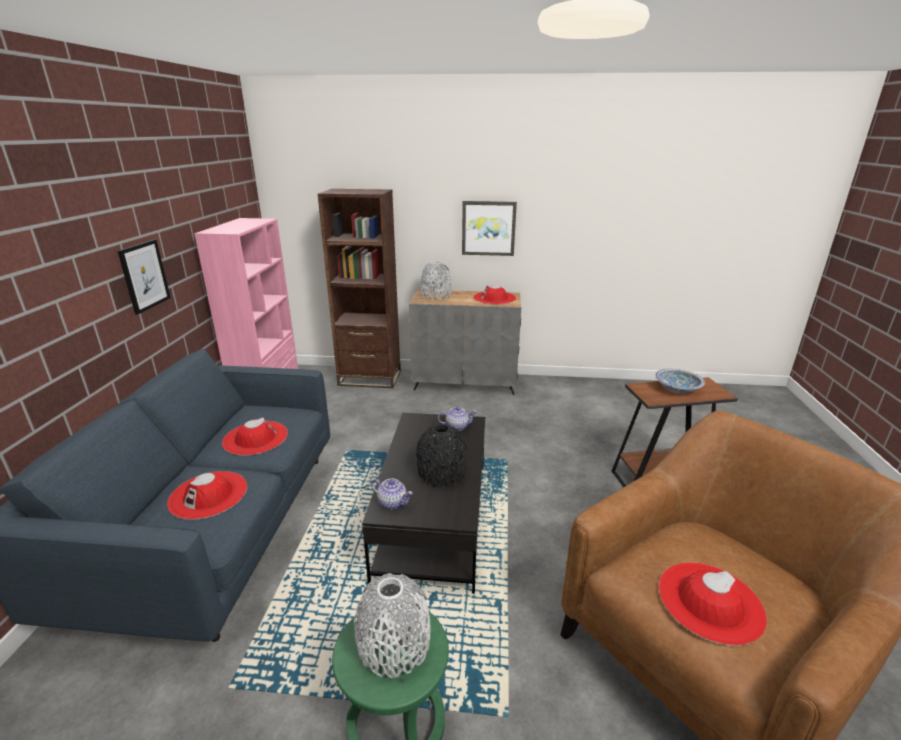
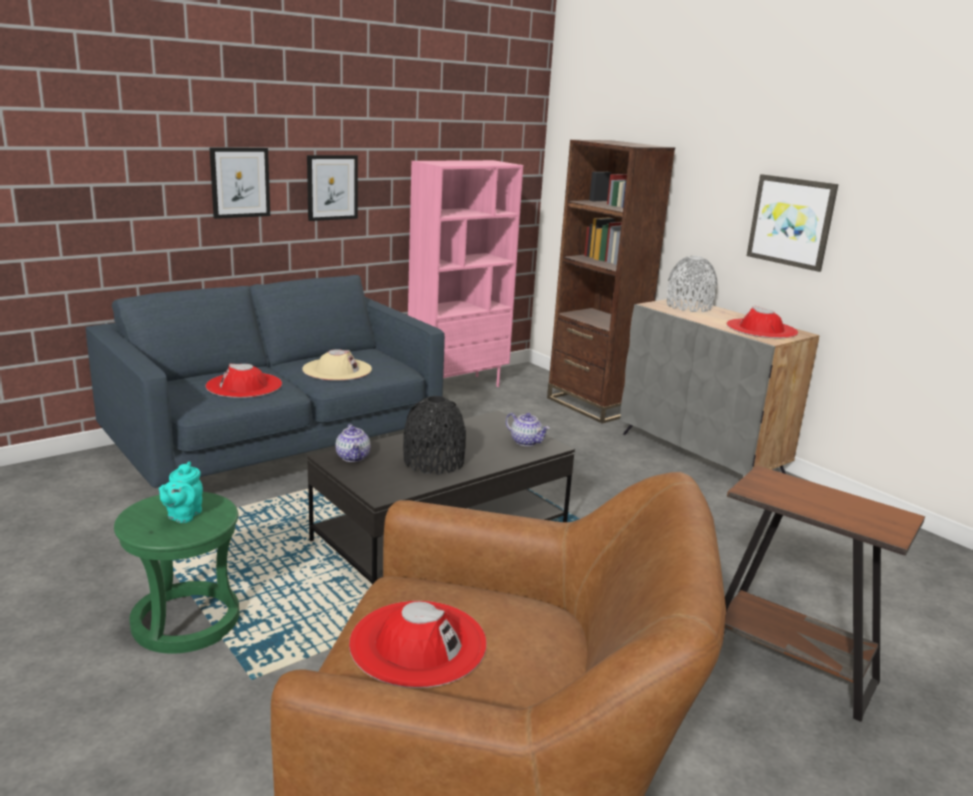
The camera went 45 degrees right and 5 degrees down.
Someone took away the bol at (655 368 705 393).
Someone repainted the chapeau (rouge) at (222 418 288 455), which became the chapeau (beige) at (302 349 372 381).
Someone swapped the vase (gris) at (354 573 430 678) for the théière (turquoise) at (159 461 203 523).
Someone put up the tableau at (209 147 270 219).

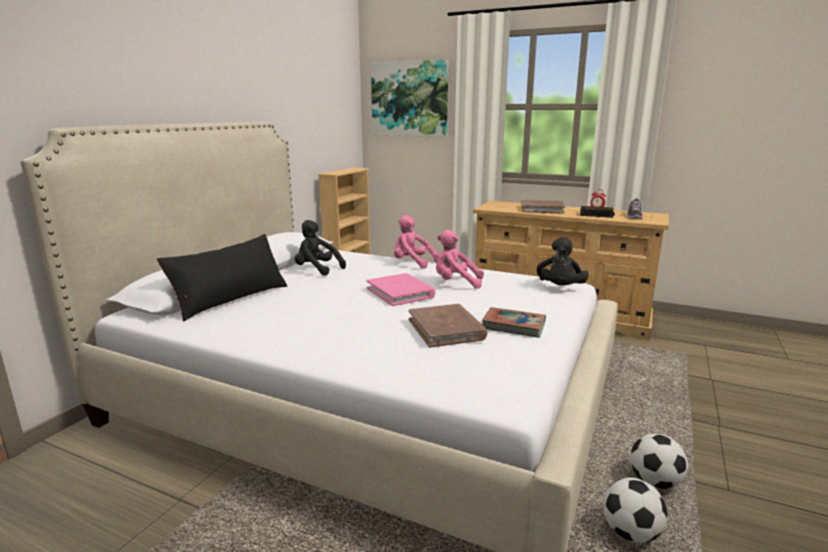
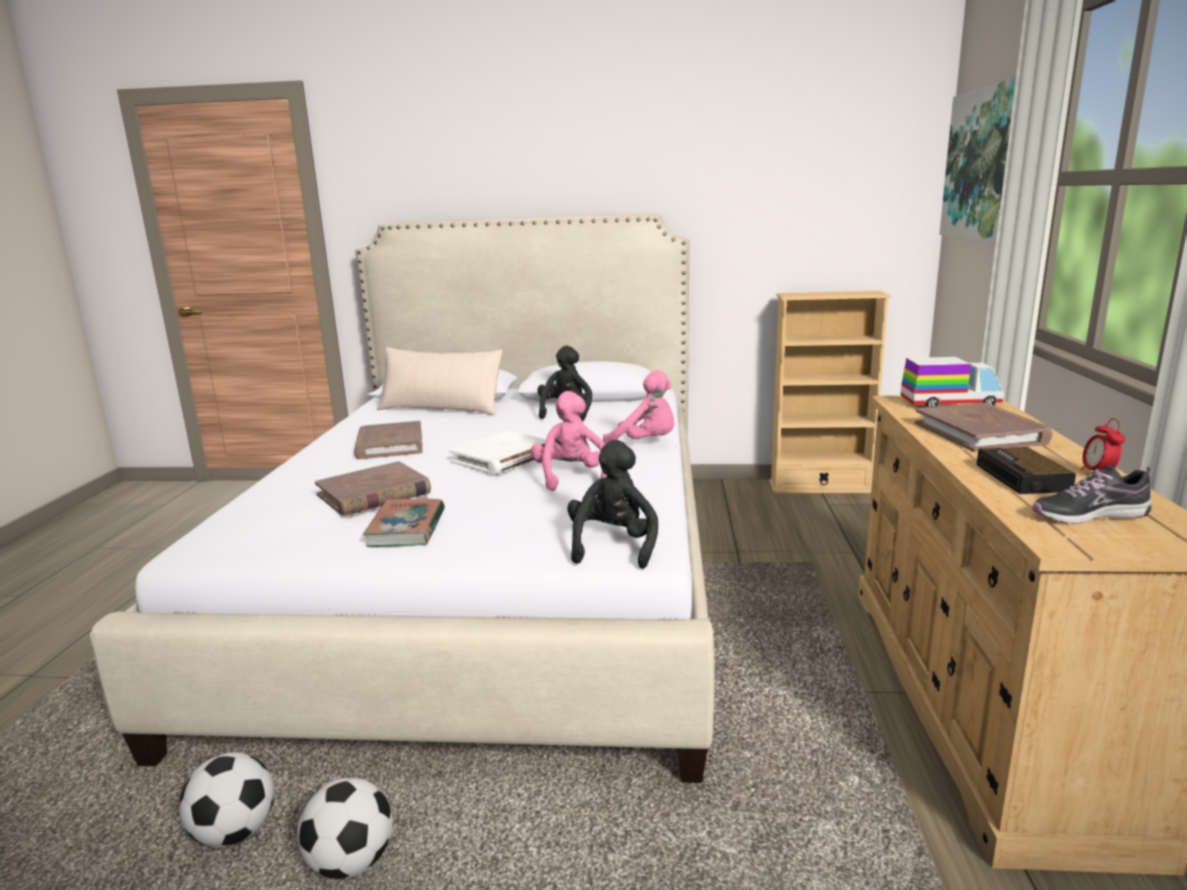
The camera went 70 degrees right and 0 degrees up.
Someone rotated the peluche (rose) at (394 215 439 269) by 105 degrees clockwise.
Someone repainted the coussin (noir) at (157 234 287 321), which became the coussin (beige) at (377 347 503 415).
Someone rotated the peluche (noir) at (537 237 589 285) by 105 degrees clockwise.
Someone repainted the livre (rose) at (367 273 436 306), which became the livre (blanc) at (450 431 546 475).
Someone put down the camion jouet at (900 357 1004 407).
Someone put down the livre (marron) at (354 421 422 459).

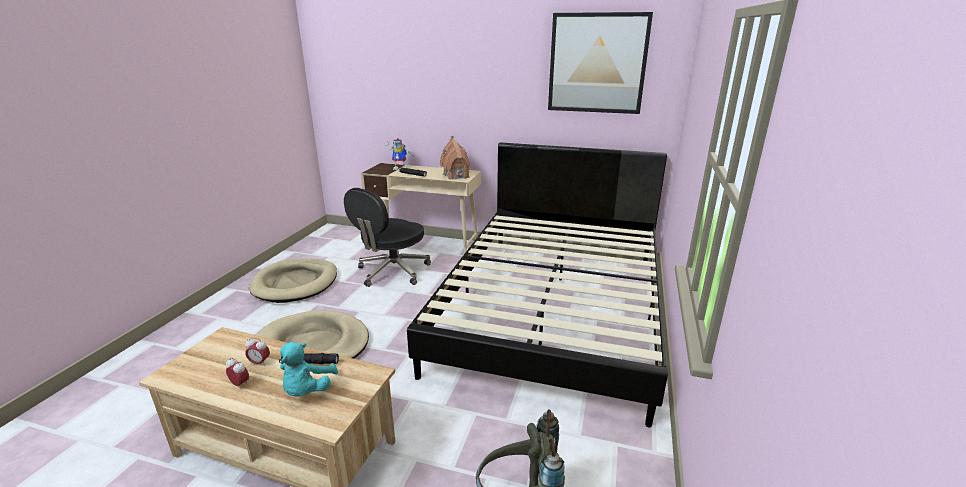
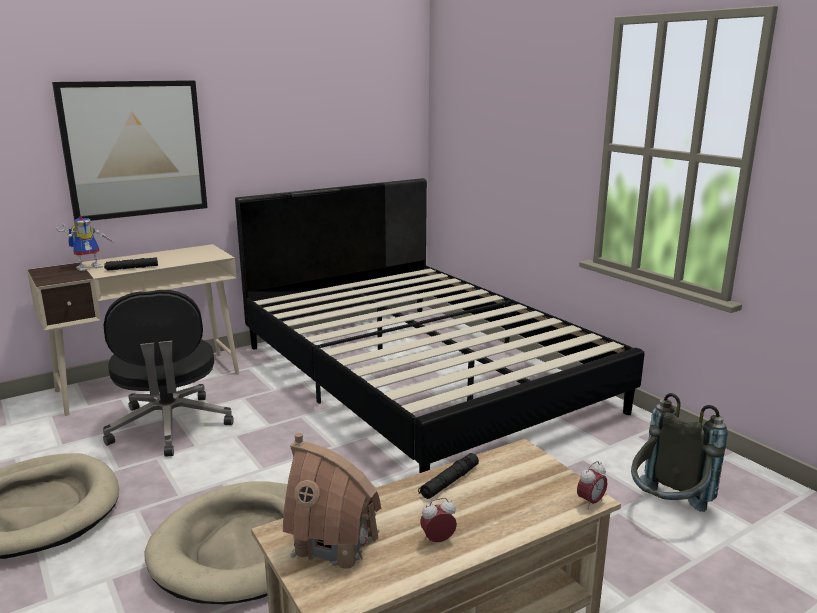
The camera went 50 degrees left and 5 degrees down.
Someone carried the tableau from (548 12 653 114) to (52 80 208 221).
Someone carried the maison miniature from (440 136 470 180) to (283 433 381 570).
Someone carried the réveil from (245 338 270 366) to (577 461 607 509).
Someone took away the peluche (turquoise) at (280 342 338 396).

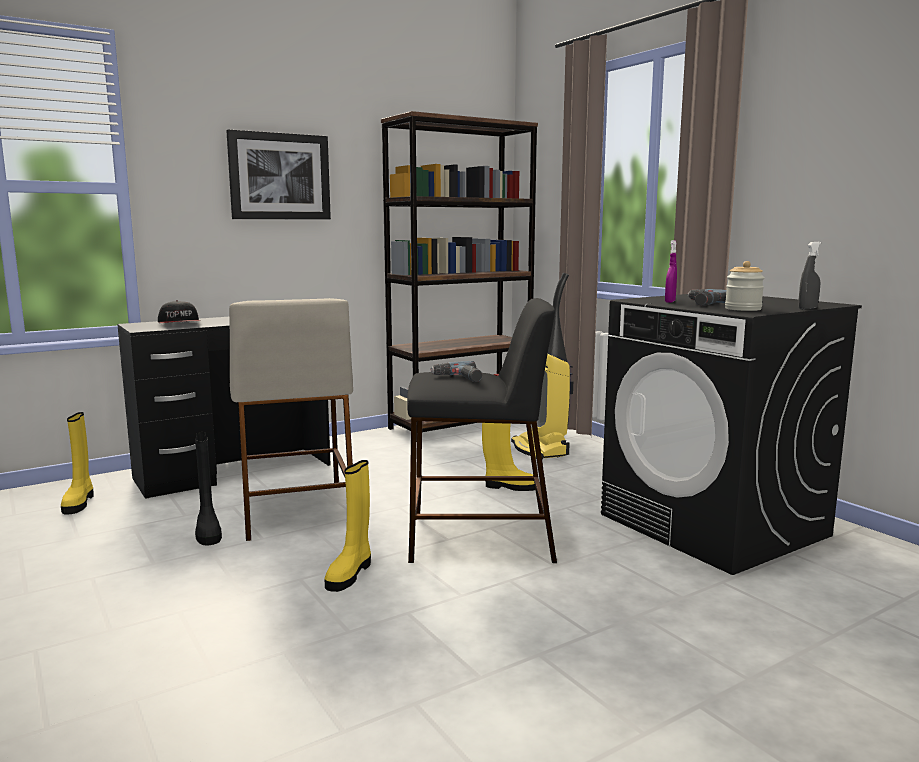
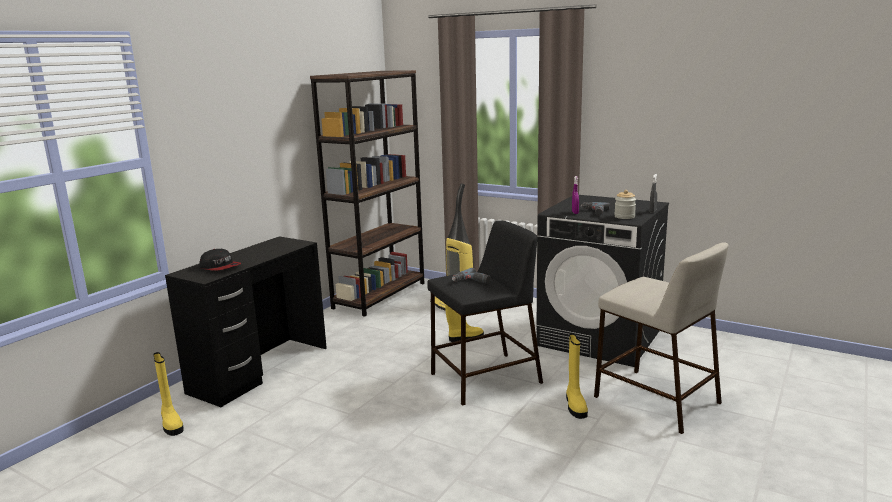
The camera went 25 degrees left and 5 degrees up.
Someone took away the tableau at (226 129 331 219).
Someone carried the tabouret (beige) from (229 298 353 541) to (594 242 729 434).
Someone took away the botte (noir) at (195 432 222 546).
Someone carried the botte (jaune) from (325 460 371 592) to (566 333 588 419).

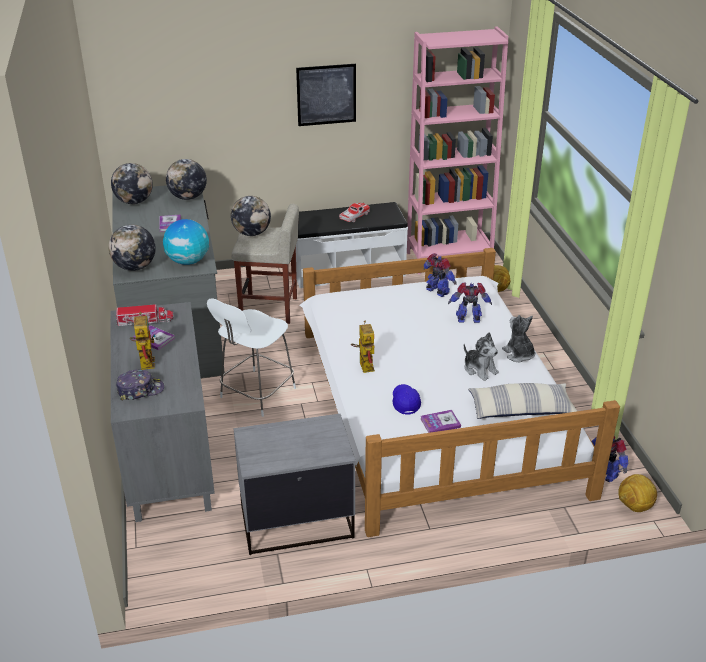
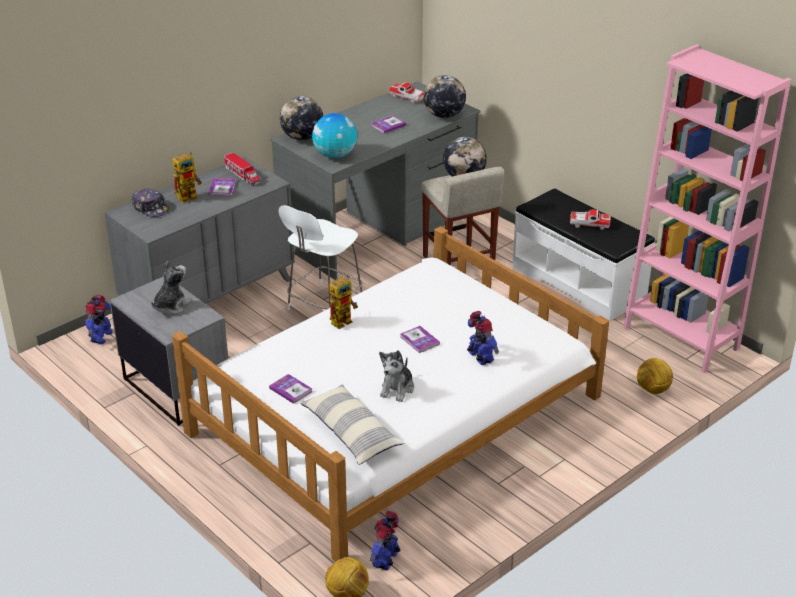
The camera went 60 degrees right and 0 degrees up.
Someone took away the tableau at (296 64 356 126).
Someone swapped the globe at (111 163 153 204) for the petite voiture at (389 82 424 103).
Someone carried the robot jouet from (424 253 456 297) to (85 295 113 344).
Someone rotated the chaise (blanc) at (207 298 296 417) by 60 degrees counterclockwise.
Someone carried the peluche from (502 315 535 362) to (152 261 191 315).
Someone took away the casquette (bleu) at (393 384 421 415).
Someone put down the livre at (400 326 440 353).

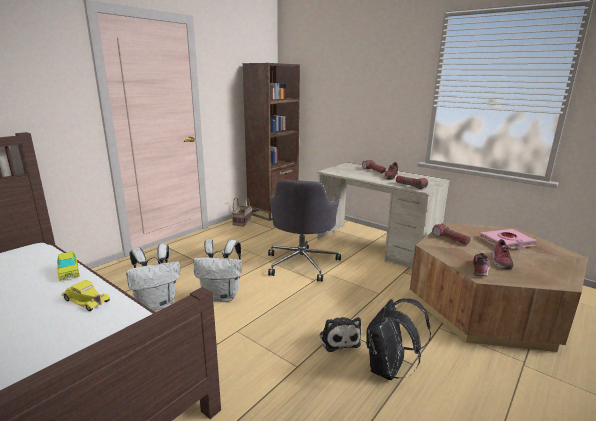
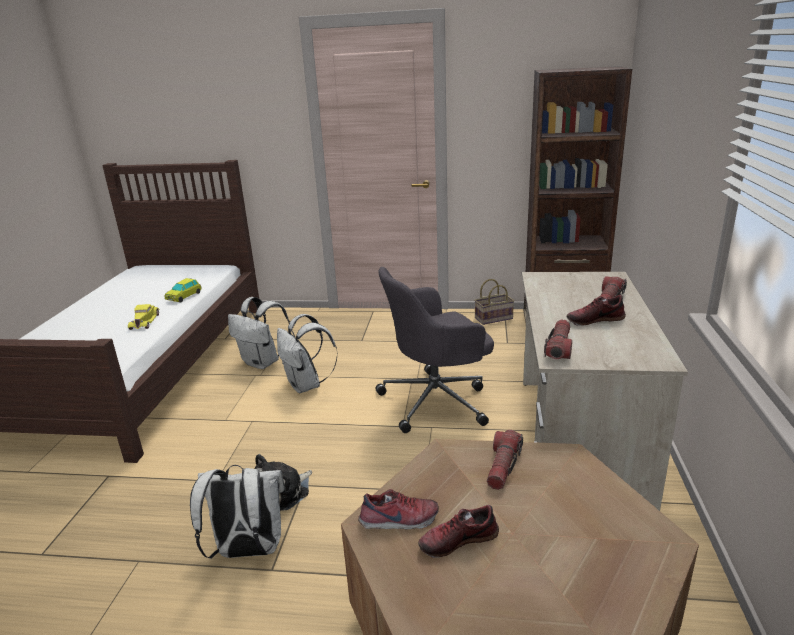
The camera went 60 degrees right and 5 degrees up.
Someone took away the livre (rose) at (479 229 537 249).
Someone repainted the sac à dos (noir) at (366 299 431 380), which became the sac à dos (blanc) at (190 465 285 559).

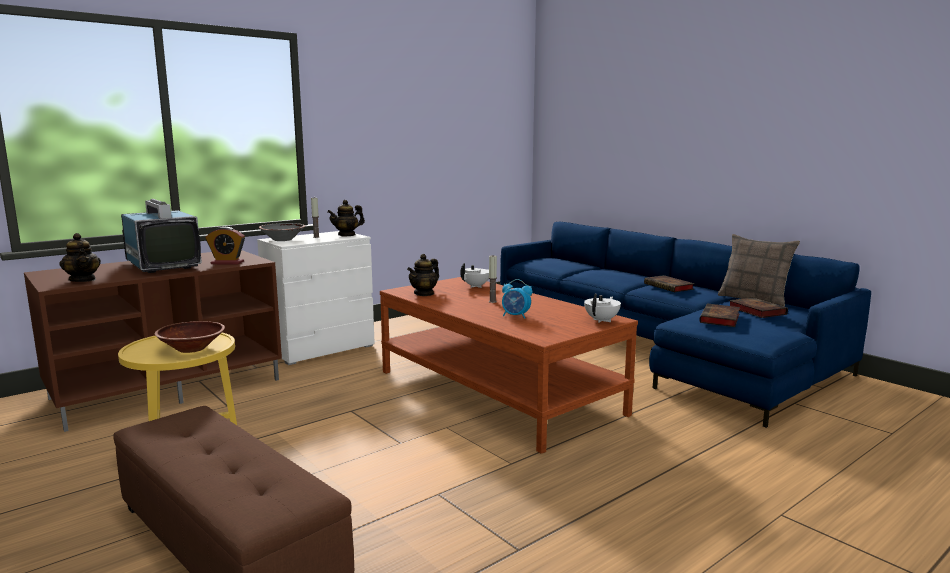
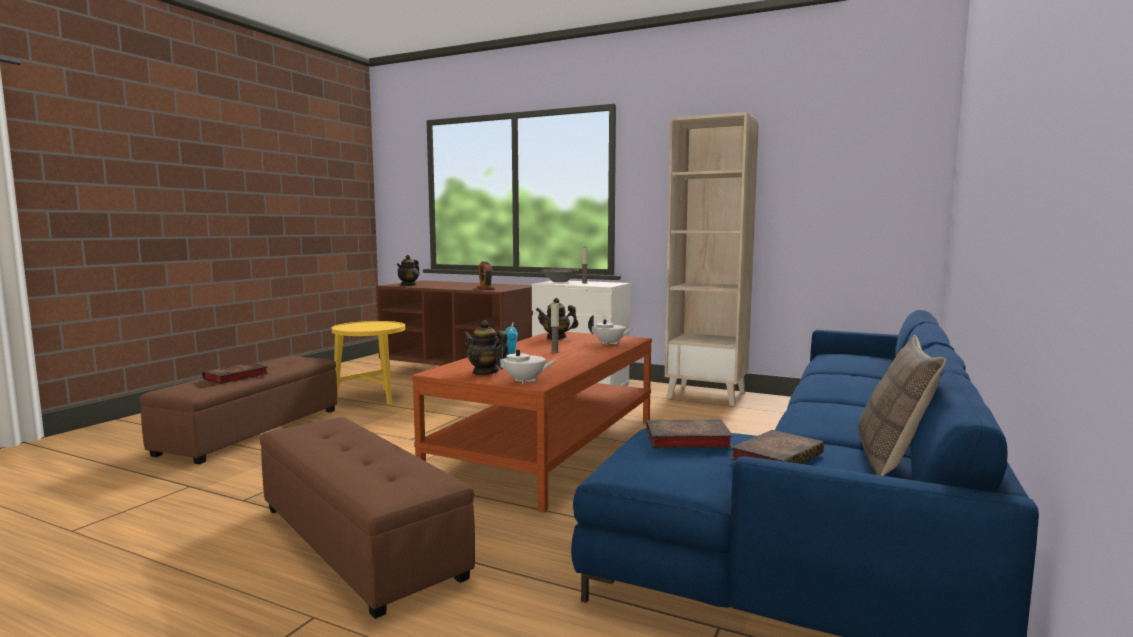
The camera went 65 degrees right and 5 degrees down.
Someone took away the téléviseur at (121 199 202 273).
Someone carried the théière from (327 200 365 237) to (463 320 509 375).
Someone carried the livre from (644 275 695 292) to (202 362 269 384).
Someone took away the bol (marron) at (155 321 225 353).
Someone put down the bibliothèque (beige) at (665 112 759 406).
Someone put down the pouf (marron) at (260 417 475 619).

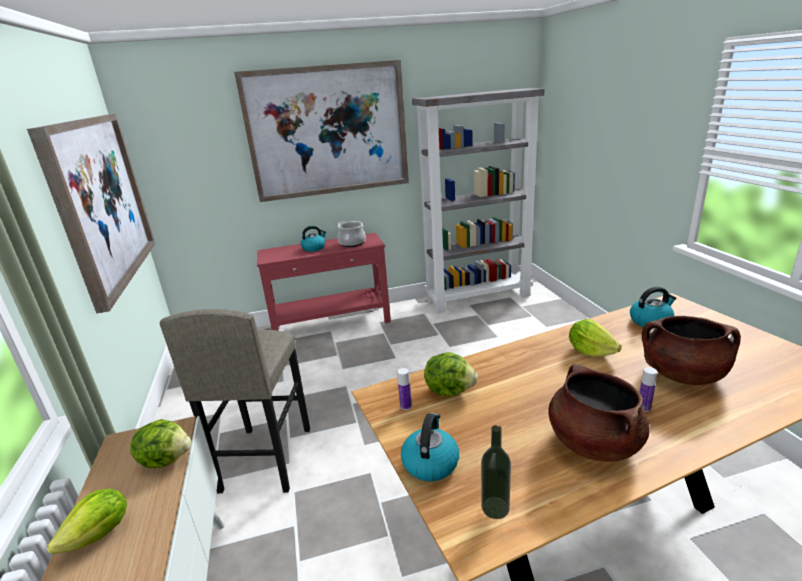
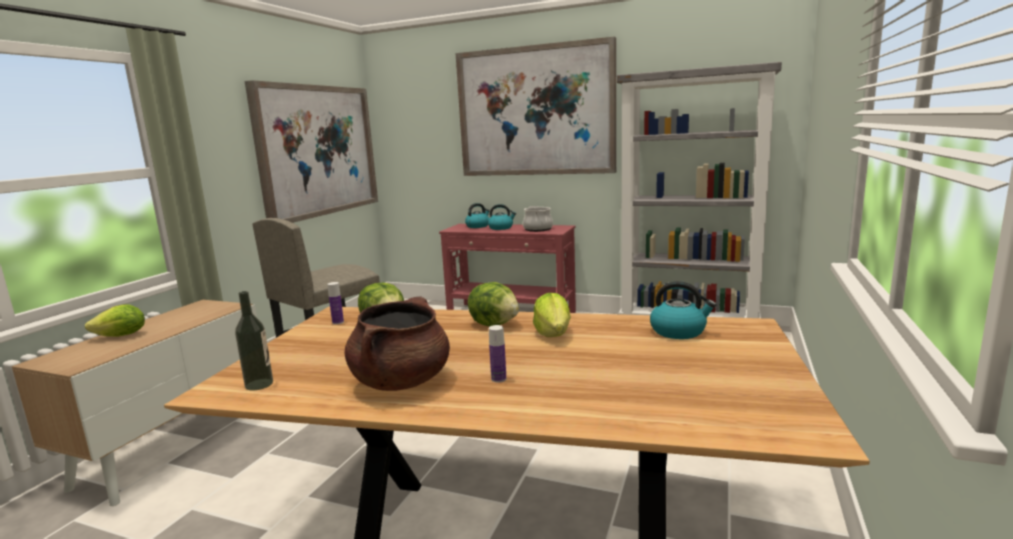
The camera went 35 degrees right and 10 degrees down.
Someone took away the marmite (marron) at (642 316 741 385).
Someone carried the bouilloire from (401 413 459 481) to (465 203 490 228).
Someone carried the laitue from (130 419 191 468) to (468 282 519 326).

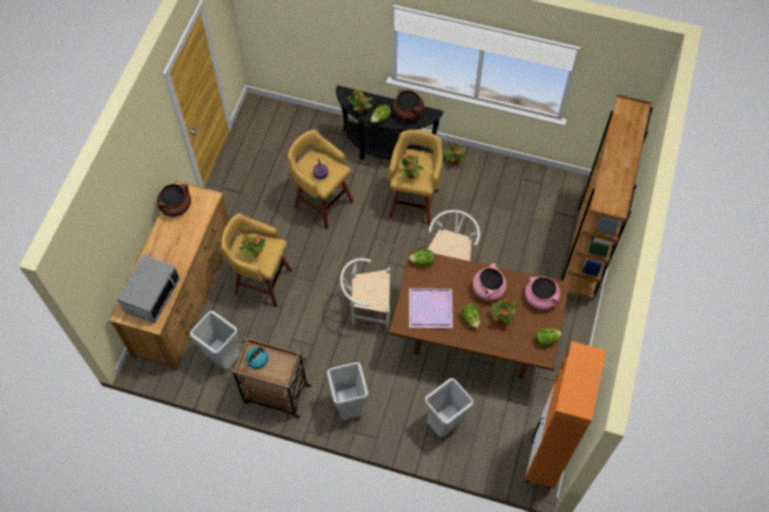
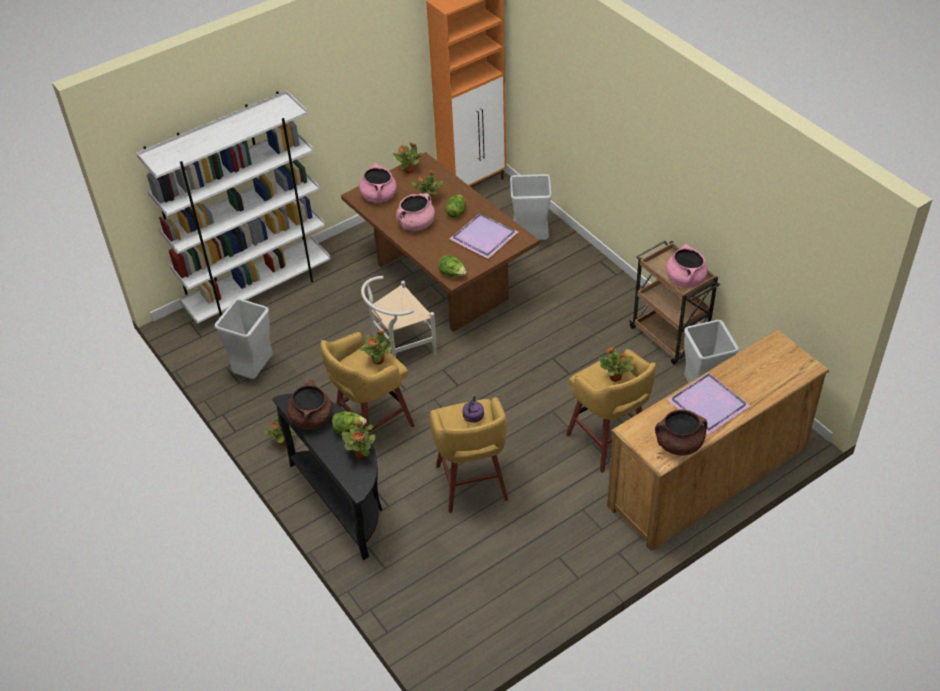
The camera went 140 degrees left and 15 degrees down.
Someone repainted the bibliothèque (marron) at (562 94 653 300), which became the bibliothèque (blanc) at (137 90 331 324).
Someone took away the micro-ondes at (117 254 180 323).
Someone took away the chaise (blanc) at (340 258 390 331).
Someone swapped the laitue at (535 328 562 346) for the plante en pot at (392 142 423 173).
Someone swapped the bouilloire at (245 347 268 369) for the marmite (rose) at (666 244 708 288).
Someone carried the poubelle (gris) from (327 362 368 420) to (214 299 273 379).
Someone put down the plateau (violet) at (667 372 750 435).

